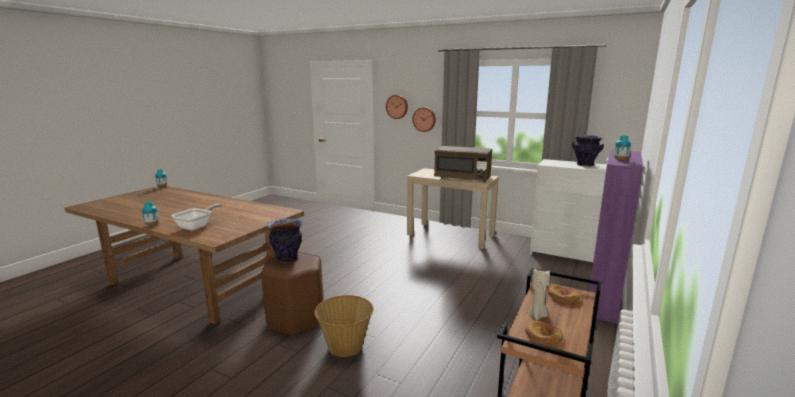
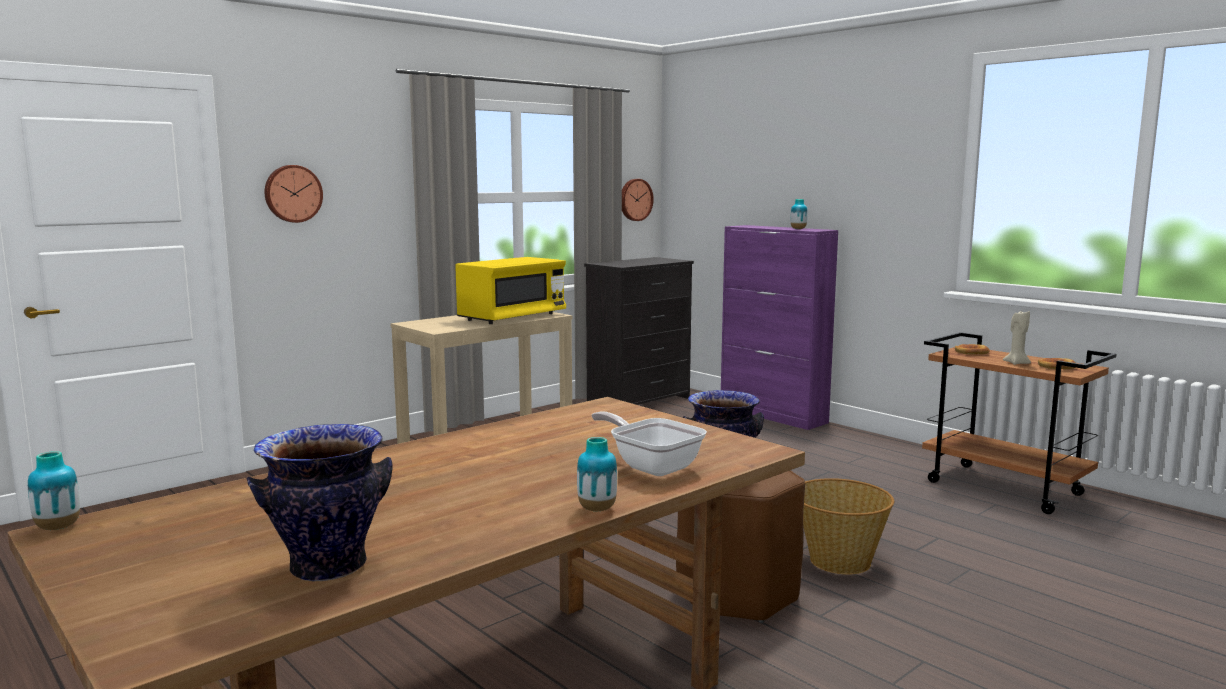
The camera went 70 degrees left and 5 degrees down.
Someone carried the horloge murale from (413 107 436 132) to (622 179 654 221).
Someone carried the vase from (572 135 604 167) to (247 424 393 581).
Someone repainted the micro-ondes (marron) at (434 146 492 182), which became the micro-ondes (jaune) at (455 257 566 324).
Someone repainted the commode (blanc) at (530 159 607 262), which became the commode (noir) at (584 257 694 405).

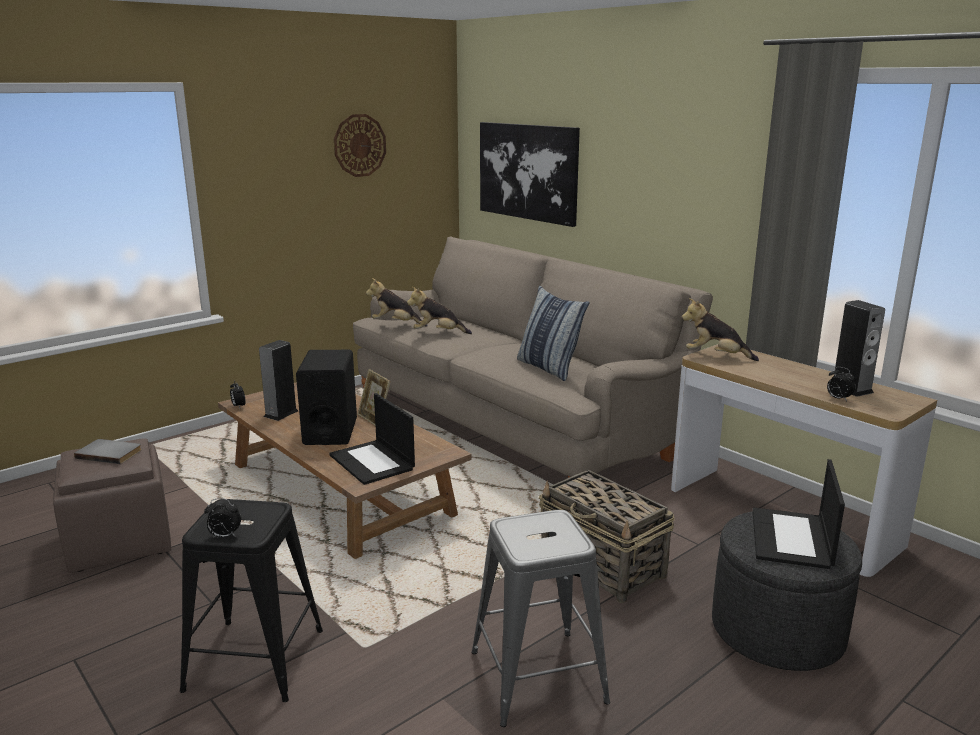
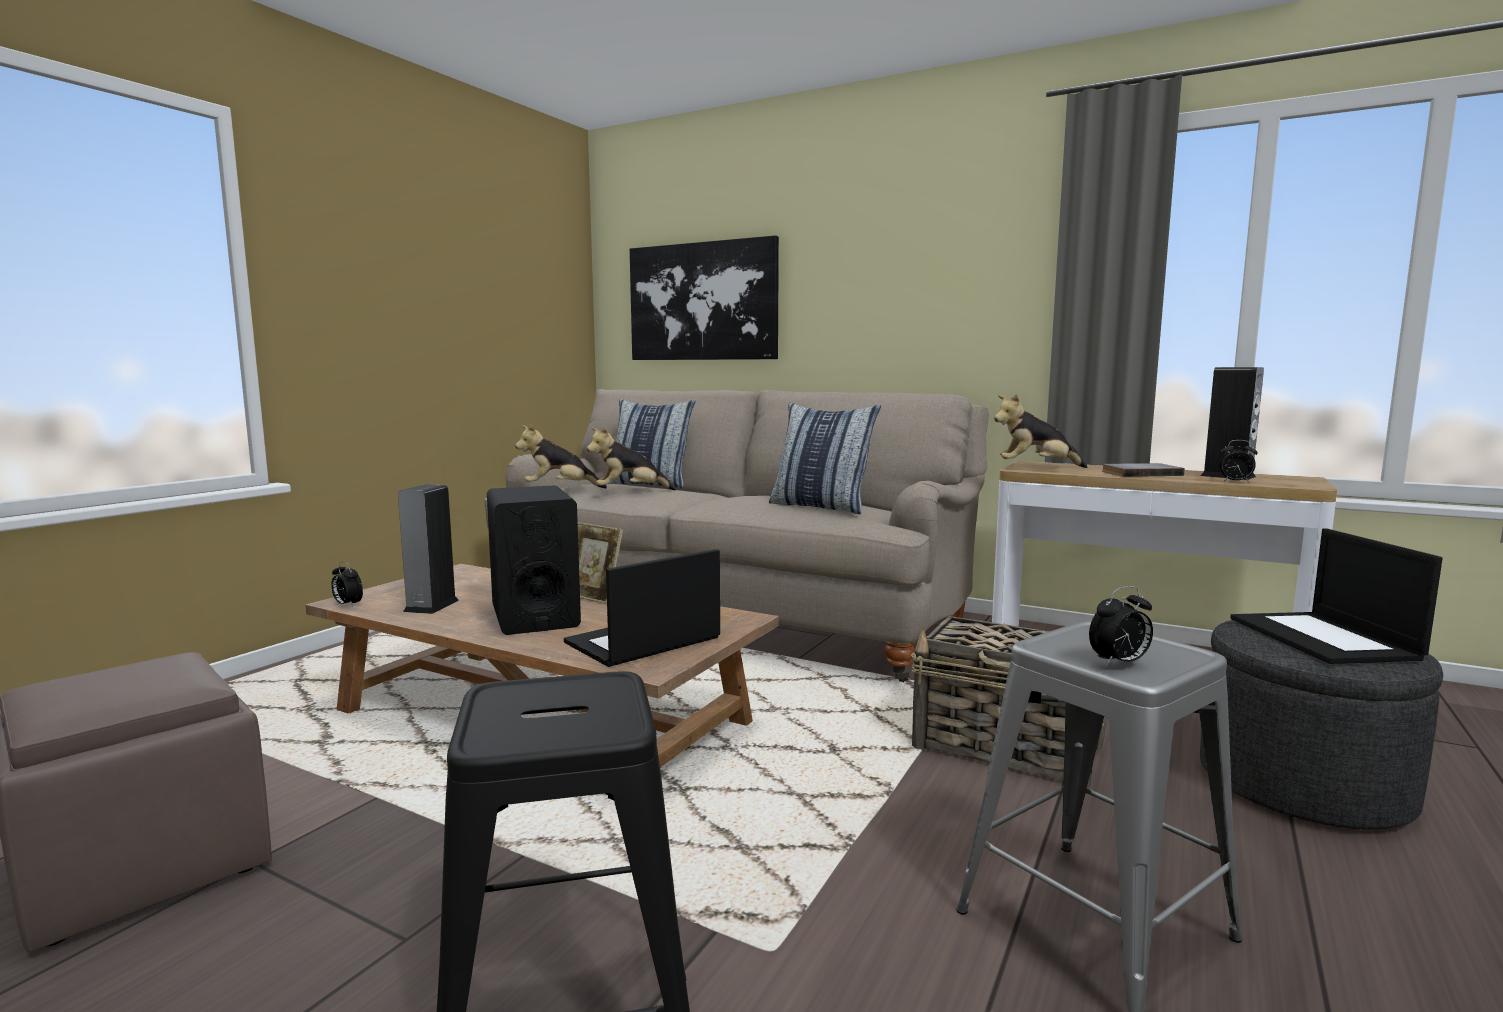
The camera went 20 degrees left and 10 degrees down.
Someone took away the horloge murale at (334 114 386 177).
Someone rotated the ordinateur portable at (329 393 415 485) by 105 degrees clockwise.
Someone carried the livre (gris) from (74 439 142 464) to (1102 463 1185 477).
Someone carried the réveil from (204 498 241 538) to (1089 586 1153 667).
Someone put down the coussin at (609 399 696 488).

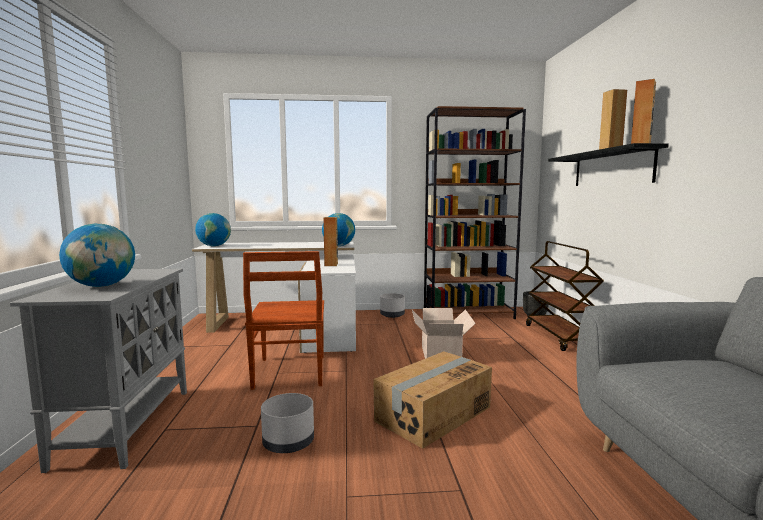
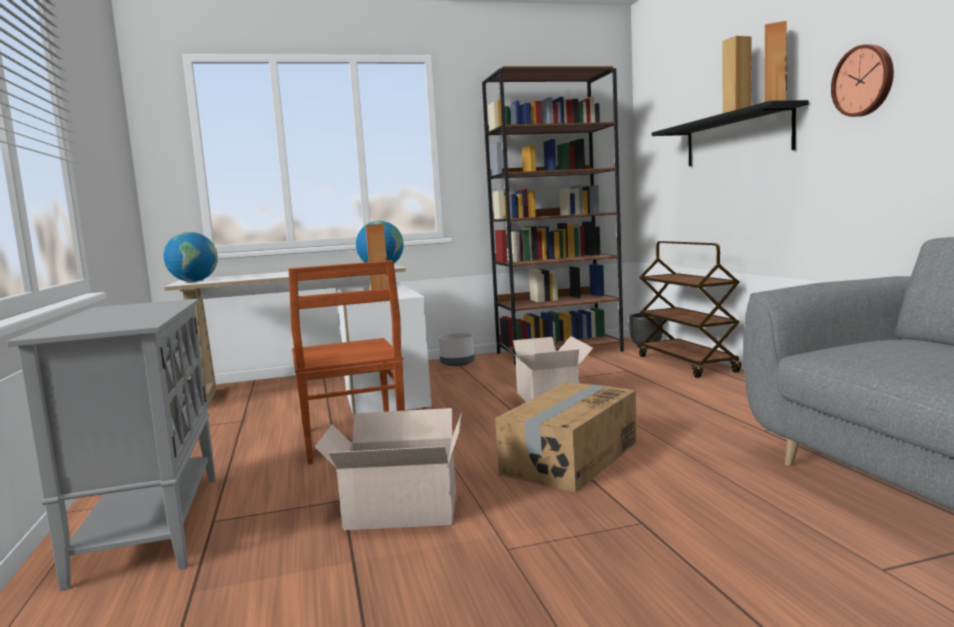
The camera went 10 degrees left and 0 degrees up.
Someone took away the globe at (59 224 135 287).
Someone swapped the cache-pot (gris) at (261 393 314 453) for the carton at (315 408 462 530).
Someone put up the horloge murale at (831 45 894 117).

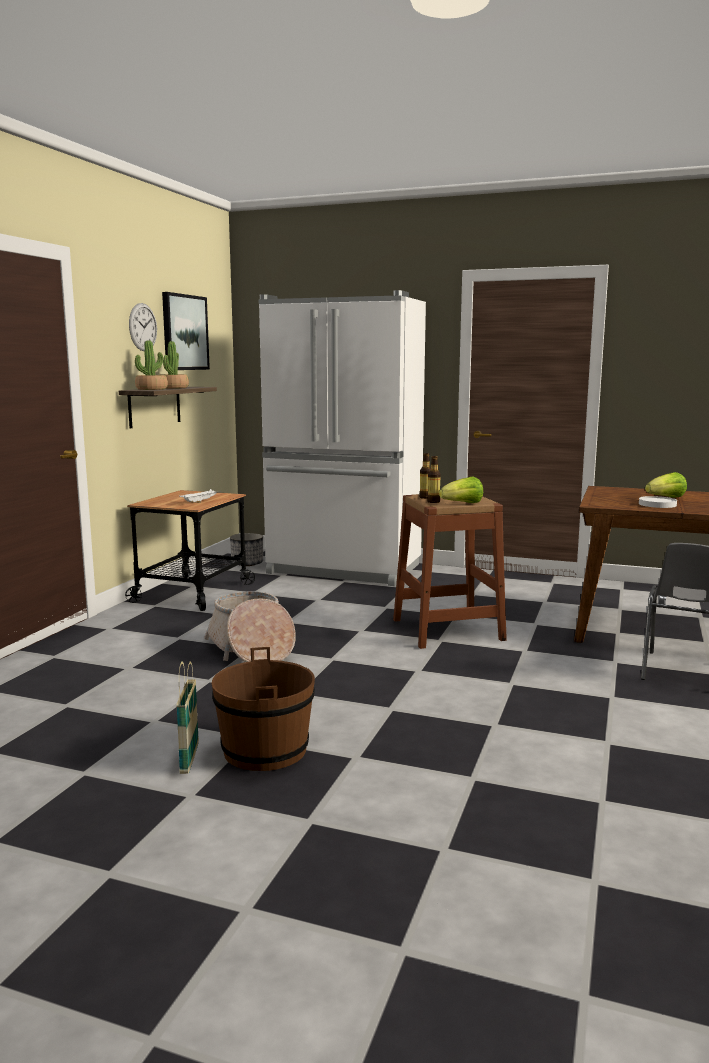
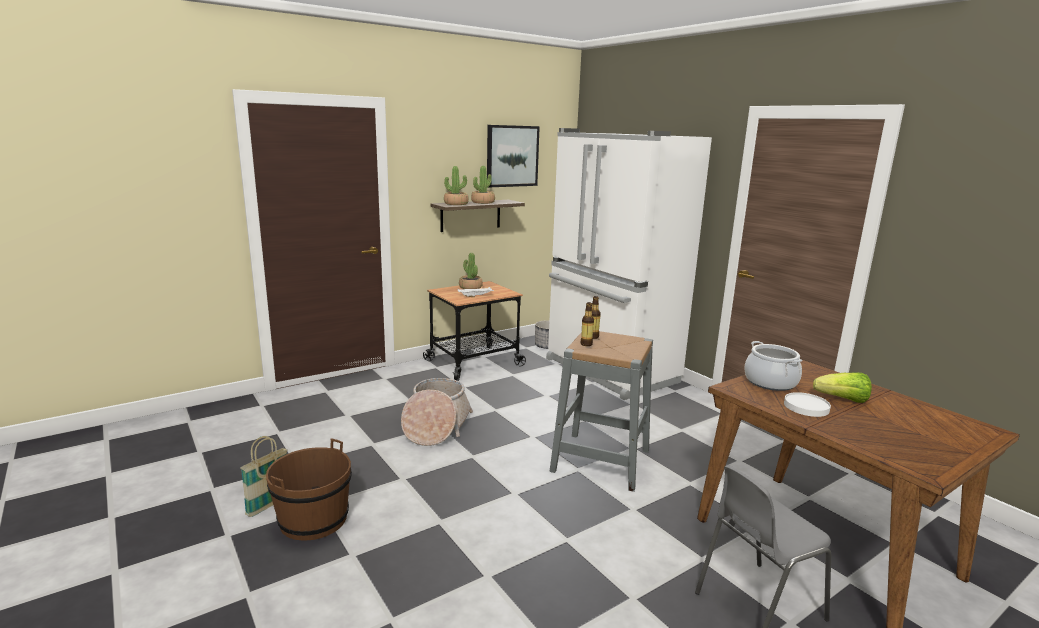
The camera went 35 degrees right and 5 degrees up.
Someone took away the horloge murale at (129 303 157 351).
Someone took away the laitue at (439 477 483 503).
Someone repainted the tabouret (marron) at (393 494 507 649), which became the tabouret (gris) at (549 331 653 492).
Someone put down the plante en pot at (459 253 483 289).
Someone put down the marmite at (744 341 803 391).

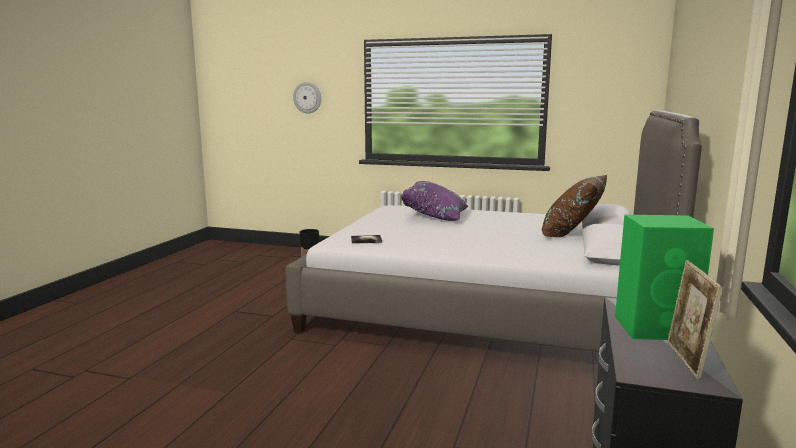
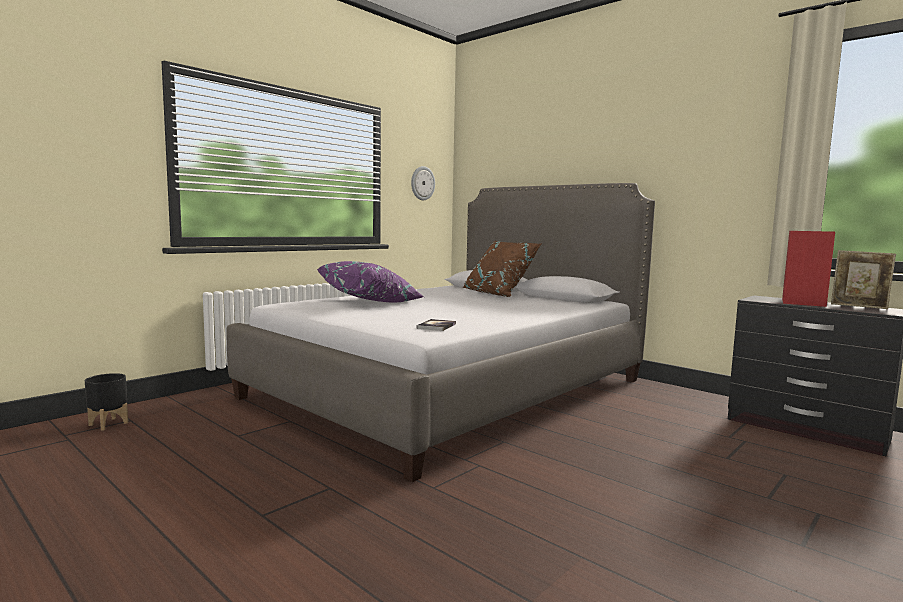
The camera went 65 degrees left and 5 degrees down.
Someone carried the horloge murale from (293 82 321 114) to (411 166 435 200).
Someone repainted the enceinte (vert) at (615 215 714 340), which became the enceinte (rouge) at (782 231 835 307).

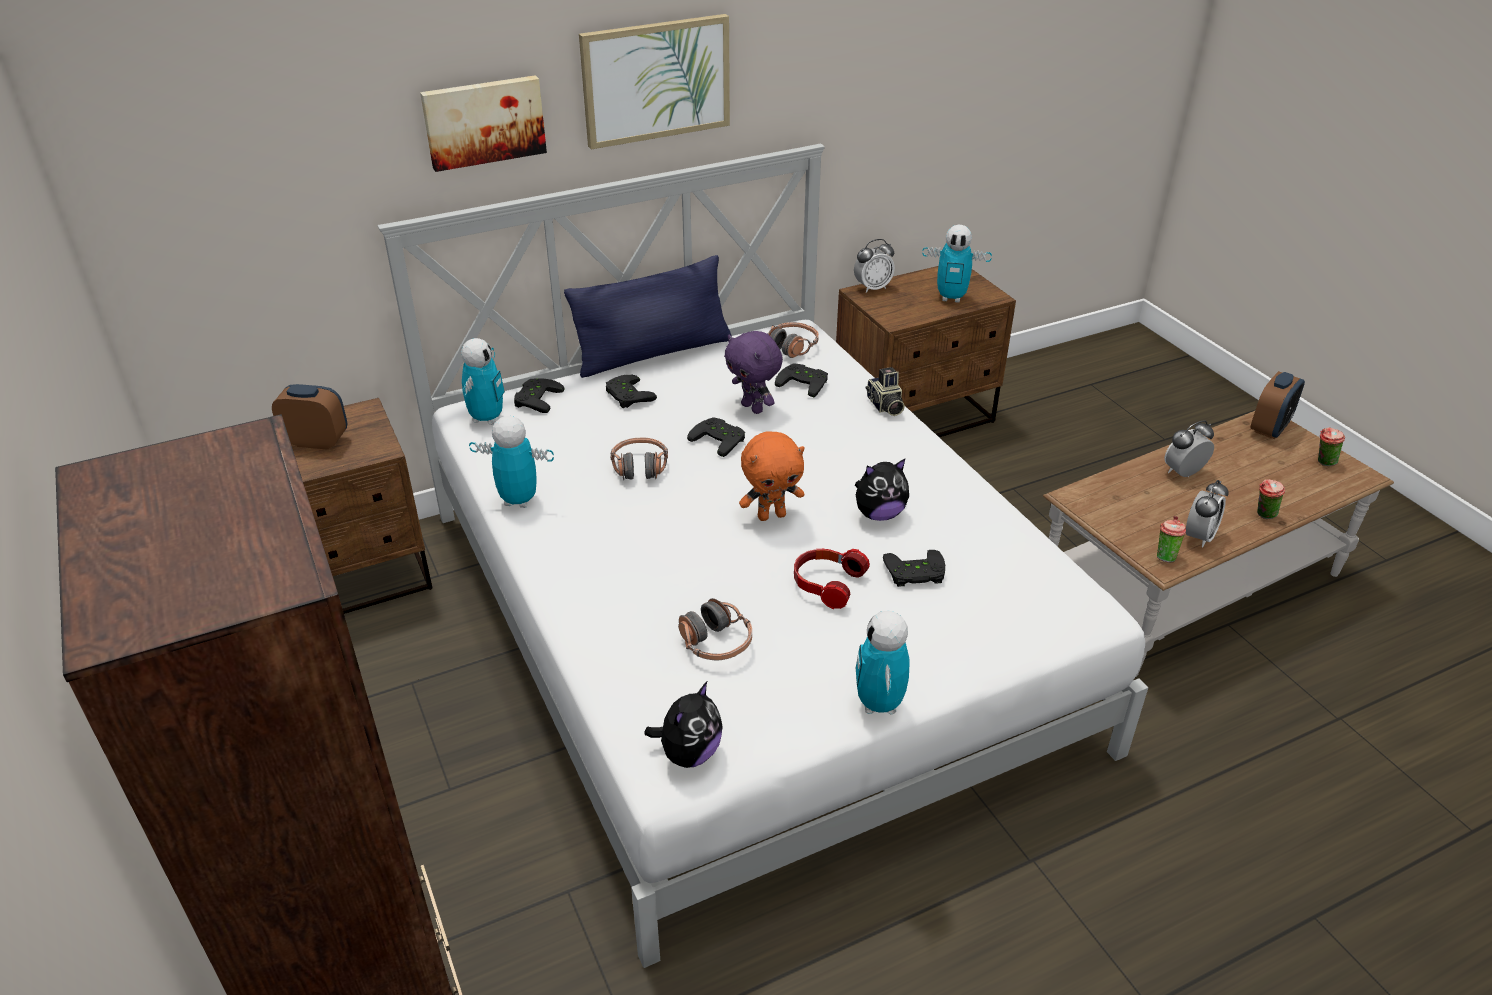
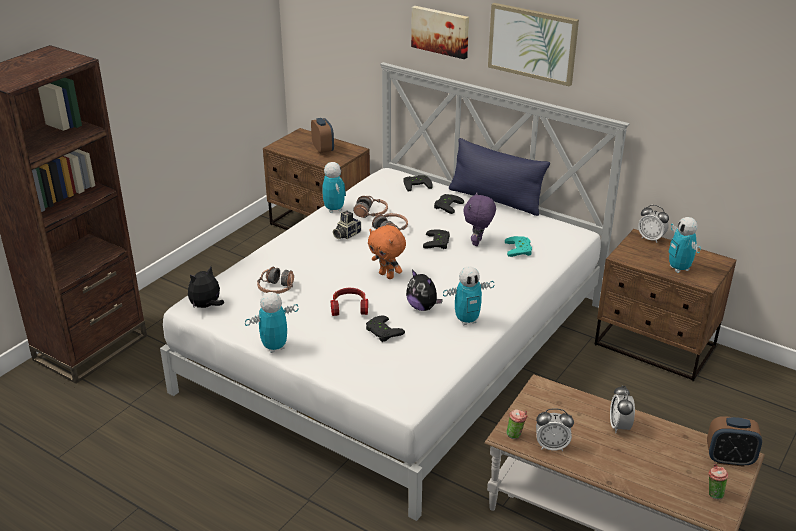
The camera went 60 degrees right and 5 degrees down.
Someone carried the casque audio from (768 322 819 358) to (353 196 388 218).
Someone carried the robot jouet from (461 338 505 425) to (443 266 494 325).
Someone repainted the manette (noir) at (775 363 828 397), which became the manette (turquoise) at (505 236 532 257).
Someone carried the appareil photo from (865 367 905 416) to (333 211 361 239).
Someone rotated the réveil at (1164 421 1214 477) by 120 degrees counterclockwise.
Someone took away the tasse at (1257 479 1285 519).
Someone rotated the peluche at (644 682 723 768) by 135 degrees clockwise.

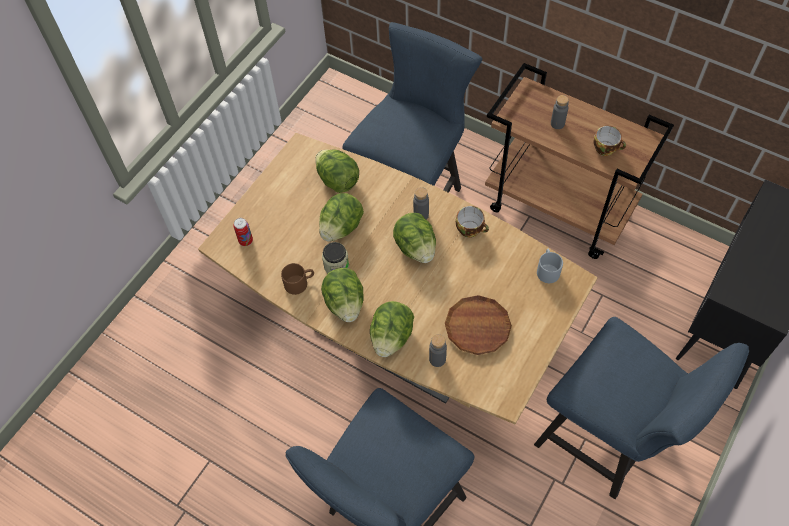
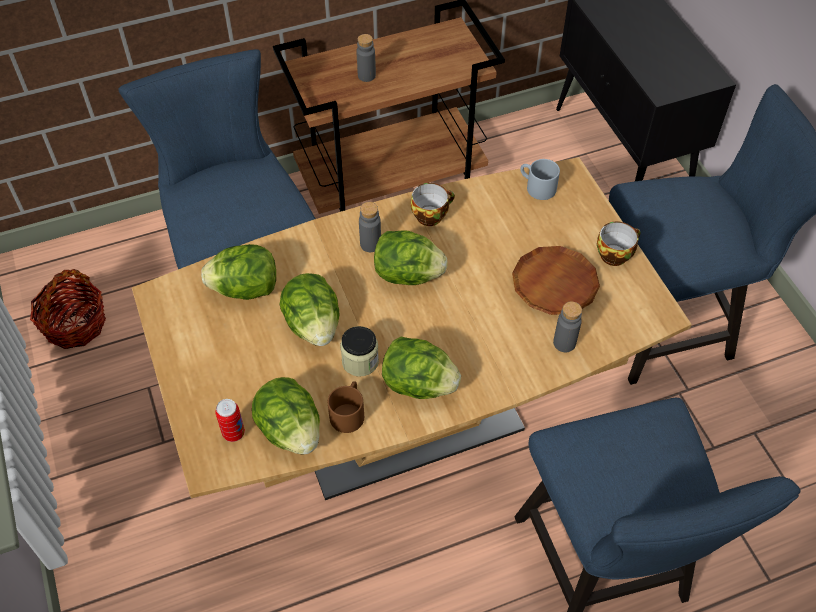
The camera went 55 degrees left and 5 degrees down.
Someone carried the tasse from (593 126 626 156) to (597 221 641 266).
Someone carried the laitue from (370 301 414 357) to (252 377 320 454).
Someone put down the panier at (30 269 106 349).

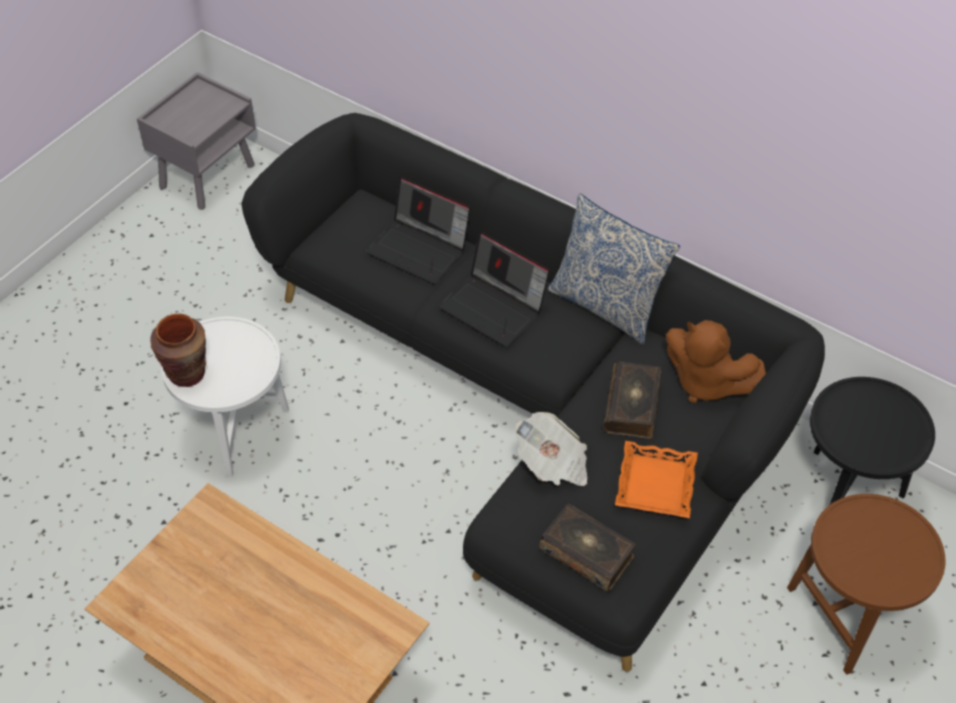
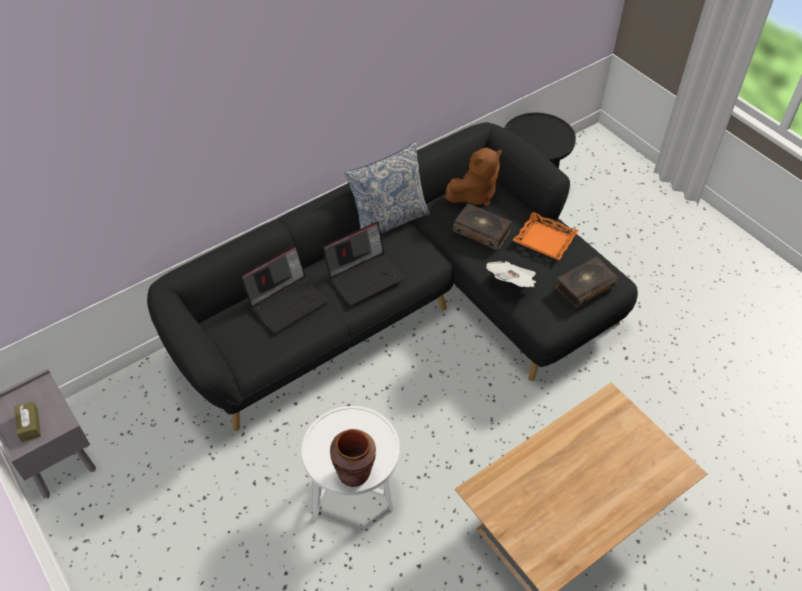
The camera went 70 degrees left and 0 degrees up.
Someone took away the table d'appoint (marron) at (787 494 945 675).
Someone put down the boîte à mouchoirs (marron) at (14 401 41 442).

